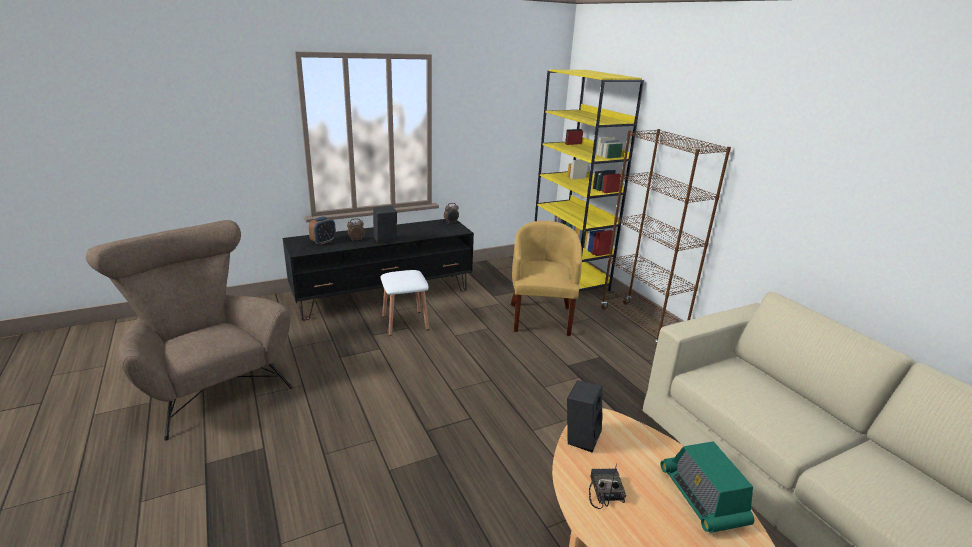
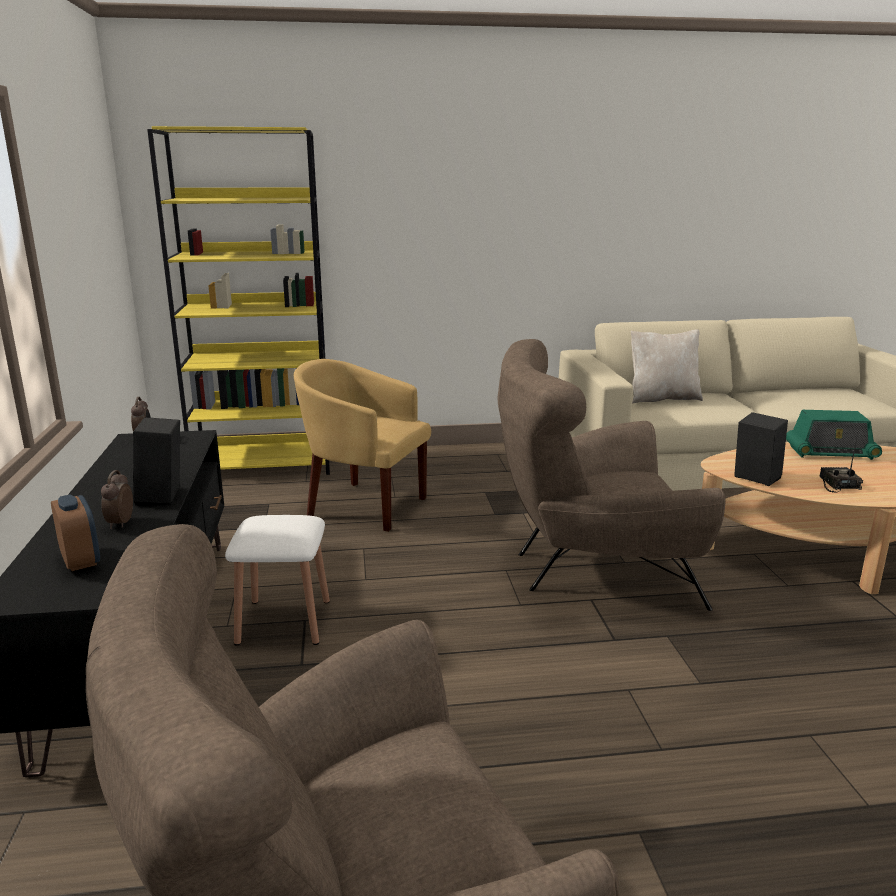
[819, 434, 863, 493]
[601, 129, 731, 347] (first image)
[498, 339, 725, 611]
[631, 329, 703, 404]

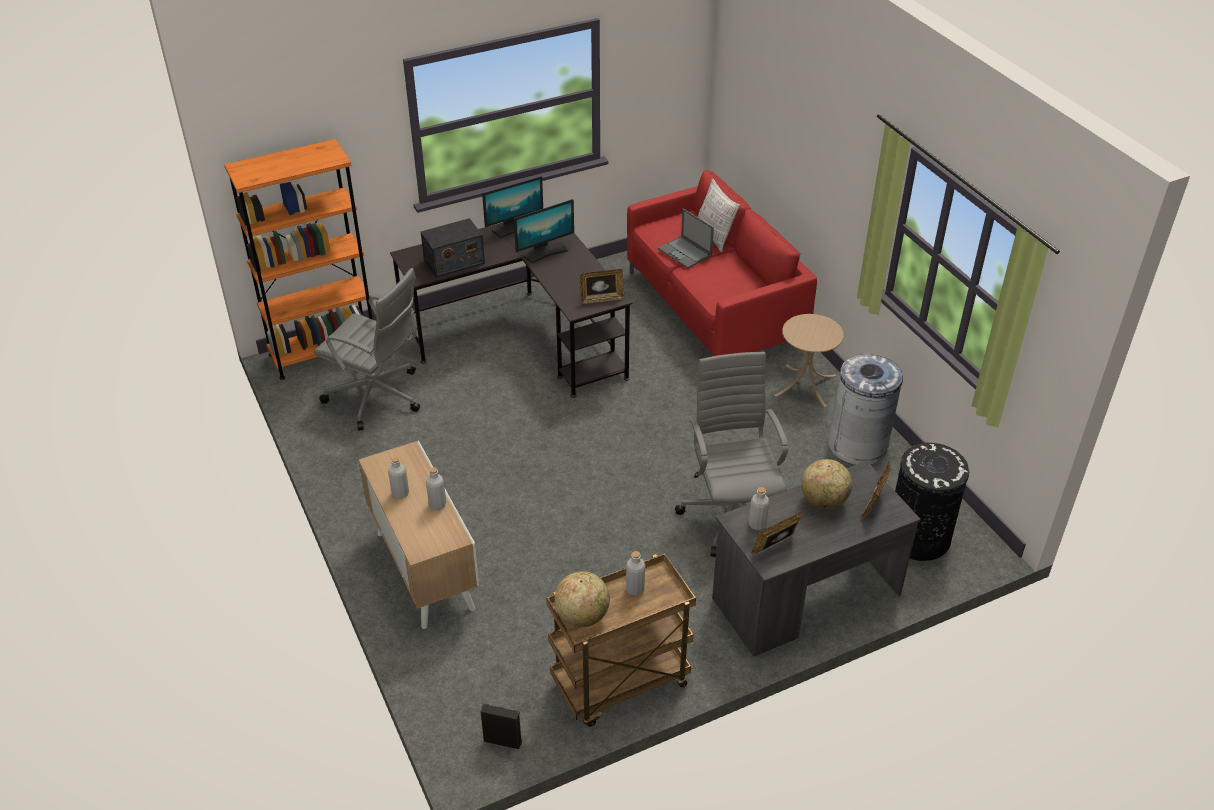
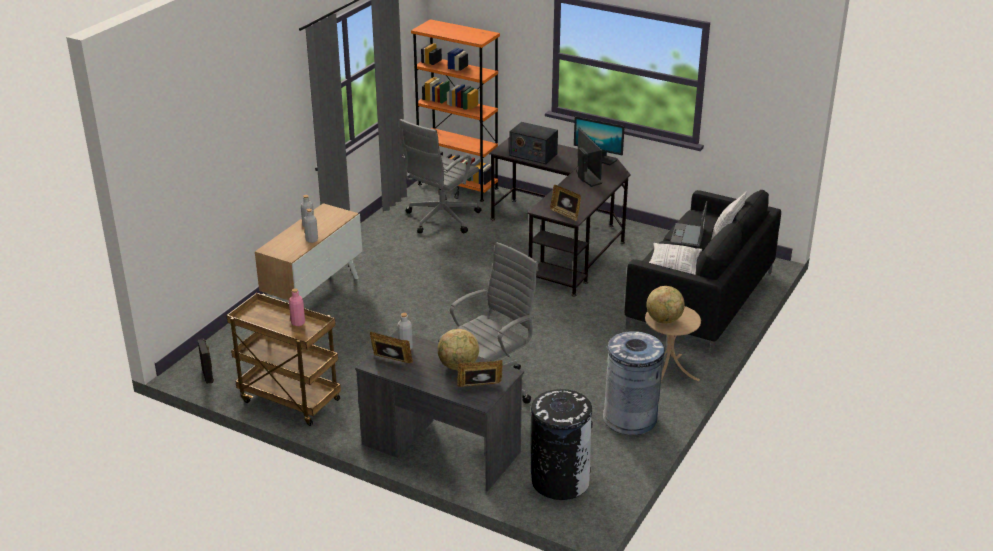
[399, 119, 482, 233]
[576, 128, 603, 187]
[647, 286, 685, 324]
[289, 288, 305, 326]
[625, 190, 781, 354]
[649, 243, 702, 275]

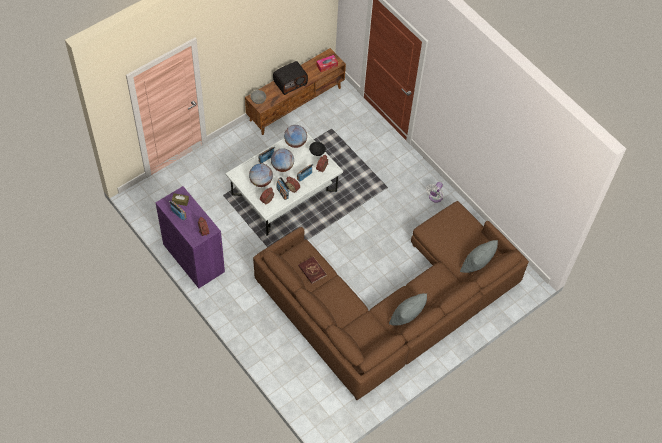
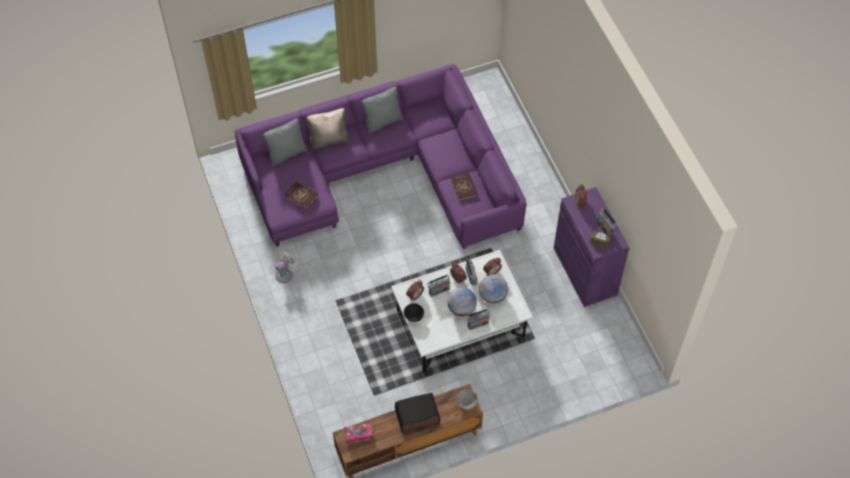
[235, 64, 527, 249]
[284, 125, 307, 148] (first image)
[284, 181, 318, 210]
[306, 108, 350, 150]

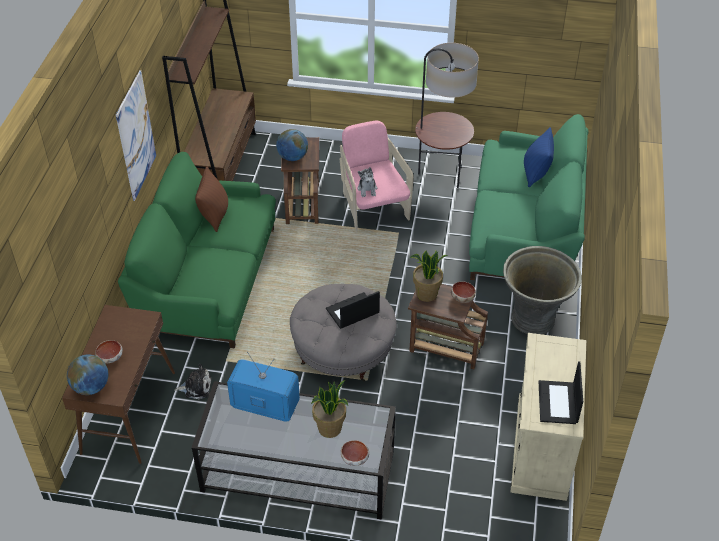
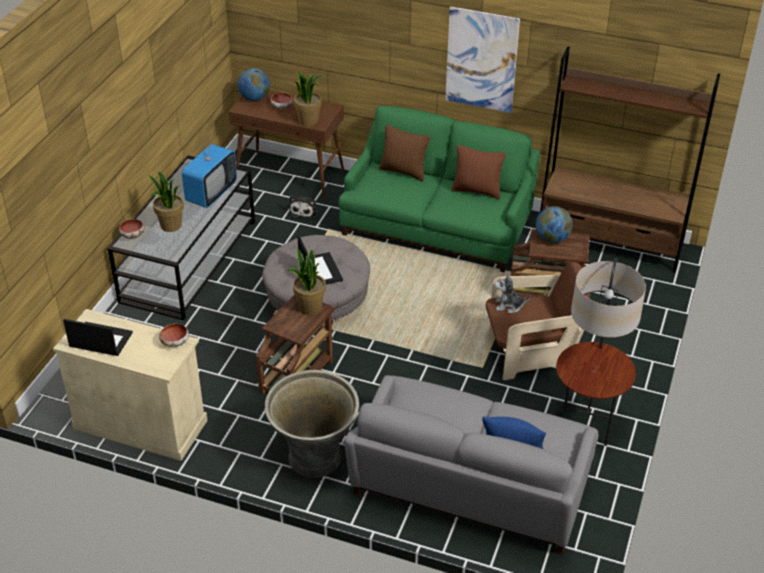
[486, 262, 590, 380]
[159, 324, 189, 347]
[344, 375, 598, 555]
[294, 71, 324, 127]
[379, 125, 430, 181]

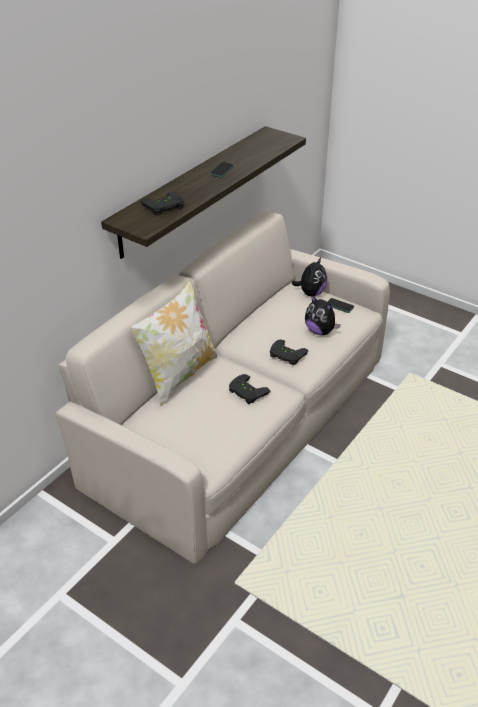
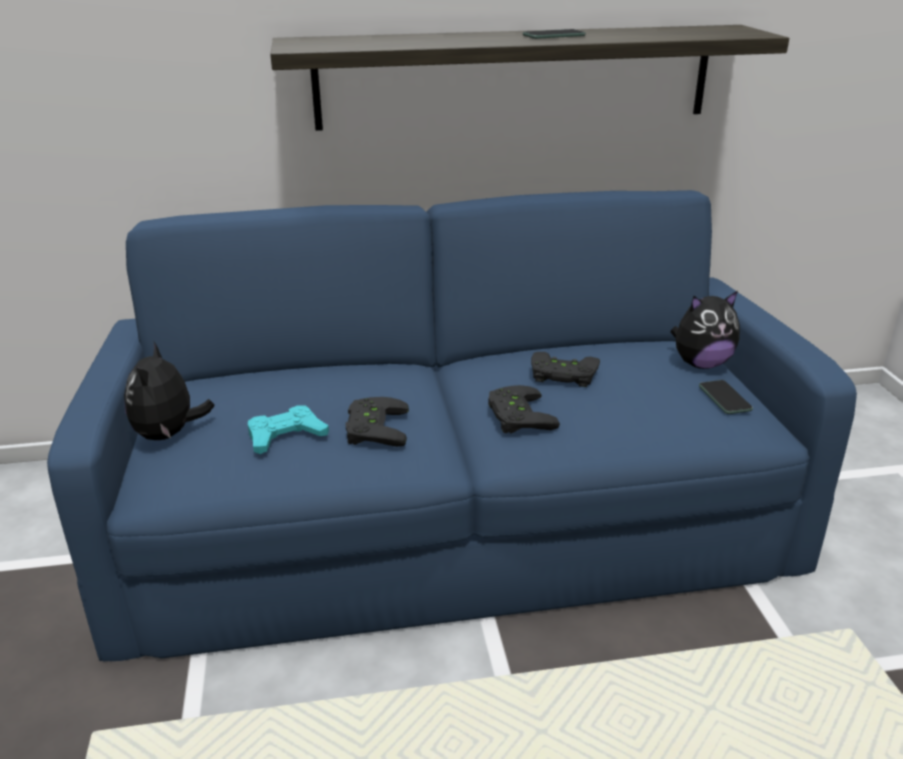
[47, 190, 857, 661]
[129, 279, 218, 406] (first image)
[531, 352, 600, 387]
[124, 342, 215, 440]
[248, 405, 329, 454]

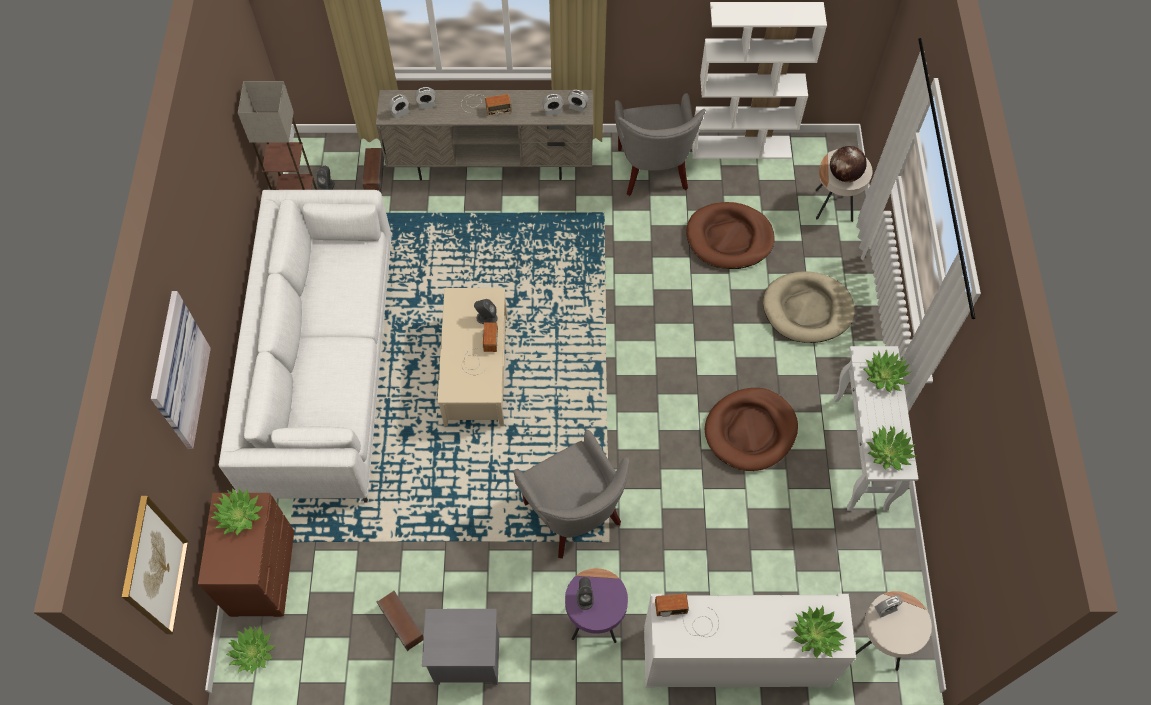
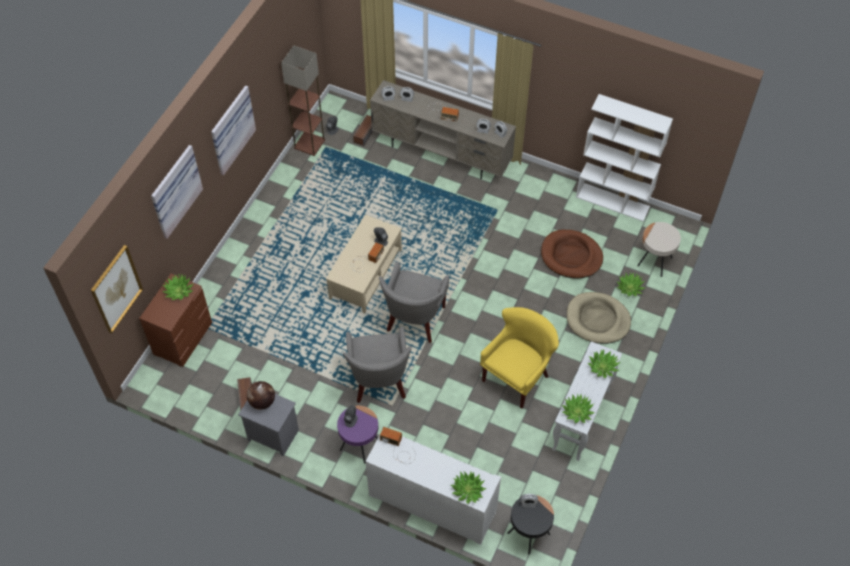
[219, 190, 392, 503] (first image)
[616, 272, 645, 296]
[379, 262, 449, 343]
[480, 307, 559, 409]
[247, 381, 275, 410]
[507, 495, 554, 555]
[211, 85, 256, 176]

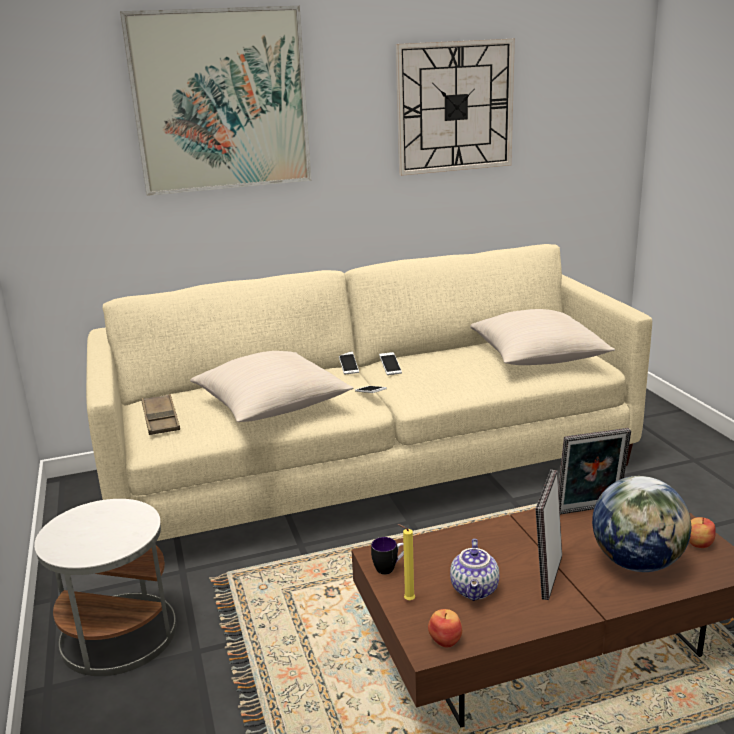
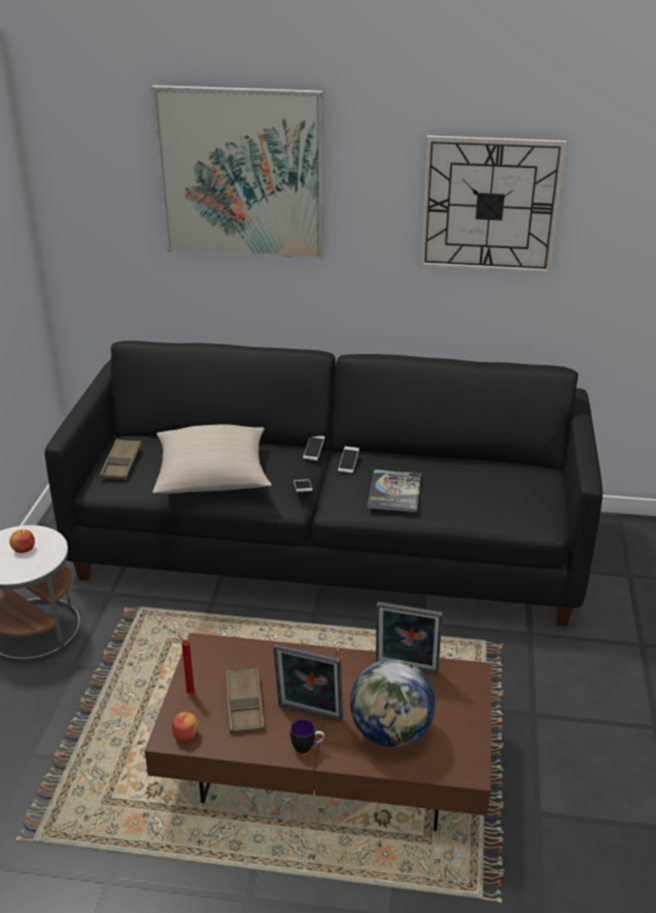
[45, 341, 603, 626]
[290, 719, 325, 754]
[178, 635, 195, 694]
[226, 667, 264, 734]
[470, 309, 615, 365] (first image)
[273, 643, 343, 722]
[9, 529, 35, 553]
[367, 469, 421, 512]

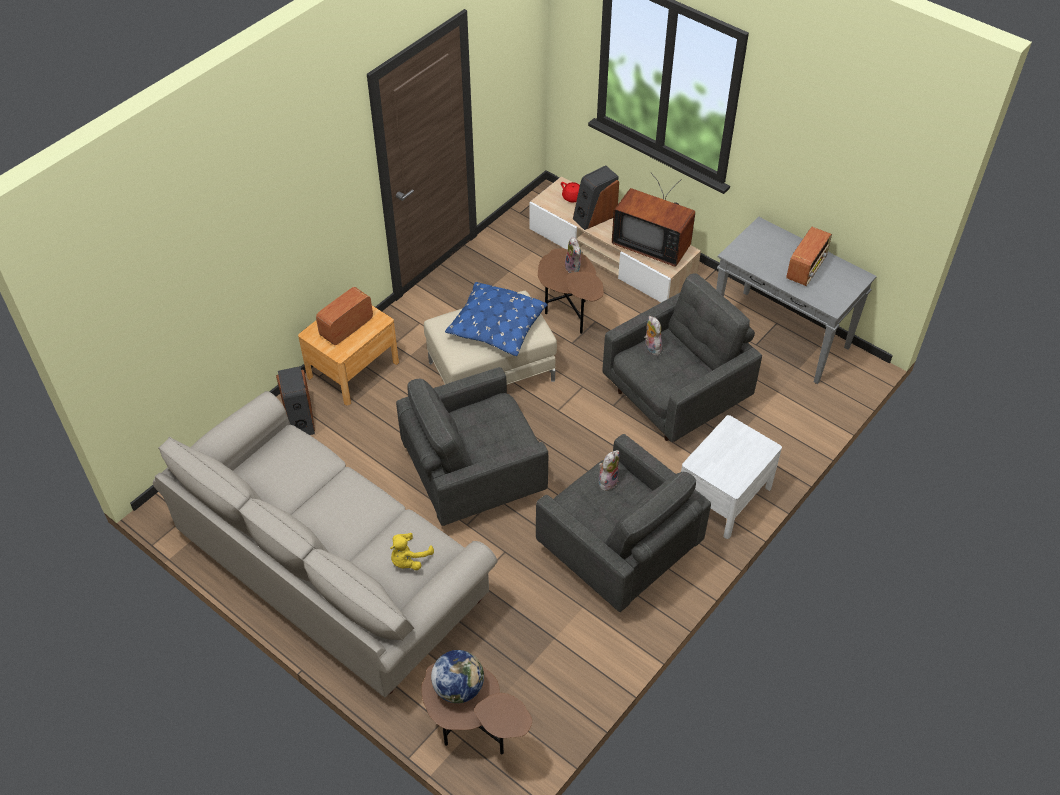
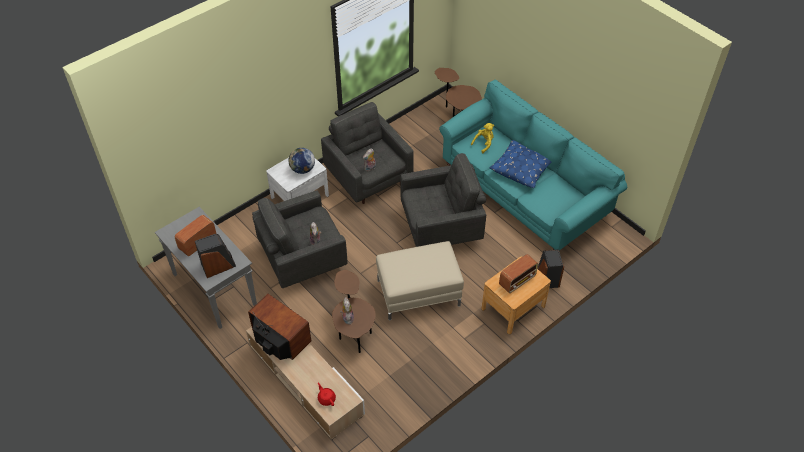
[439, 80, 627, 251]
[288, 148, 315, 174]
[490, 140, 552, 188]
[195, 234, 236, 278]

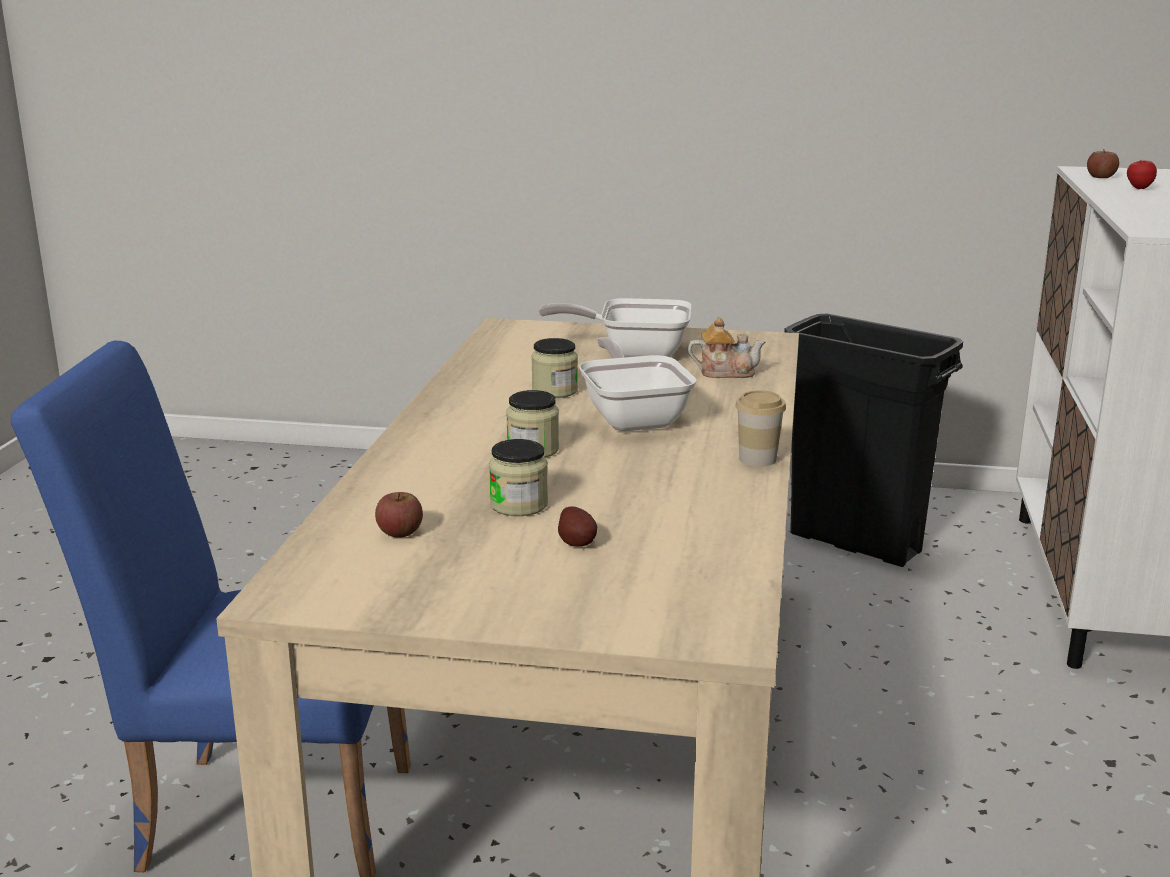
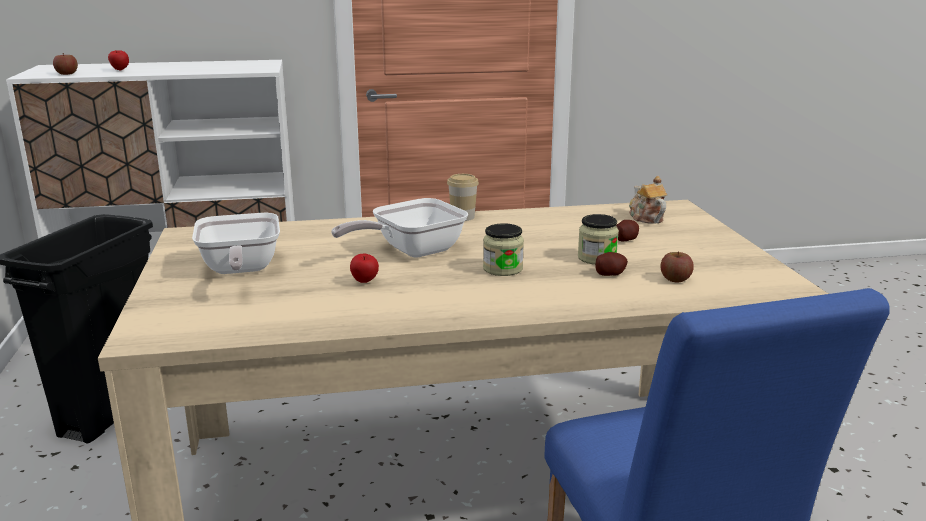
[350, 254, 379, 283]
[629, 176, 667, 224]
[596, 252, 628, 276]

